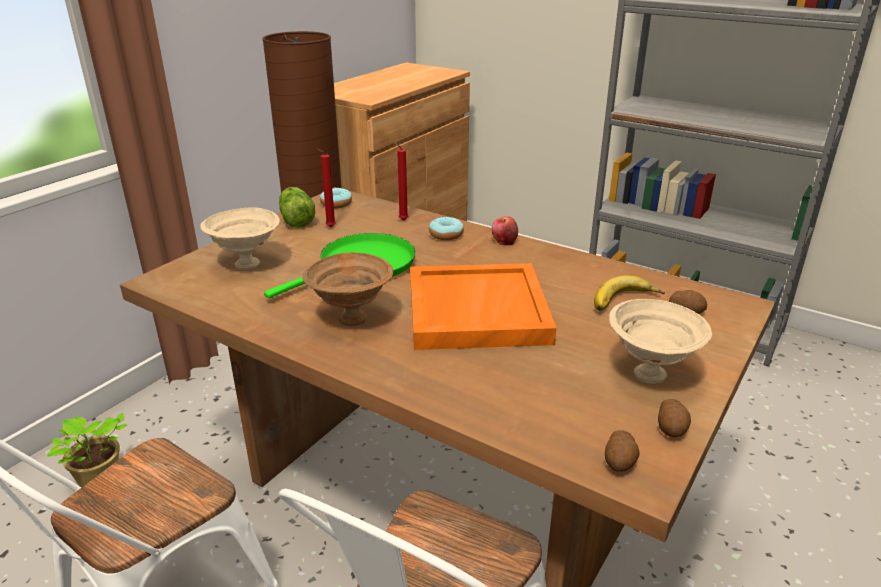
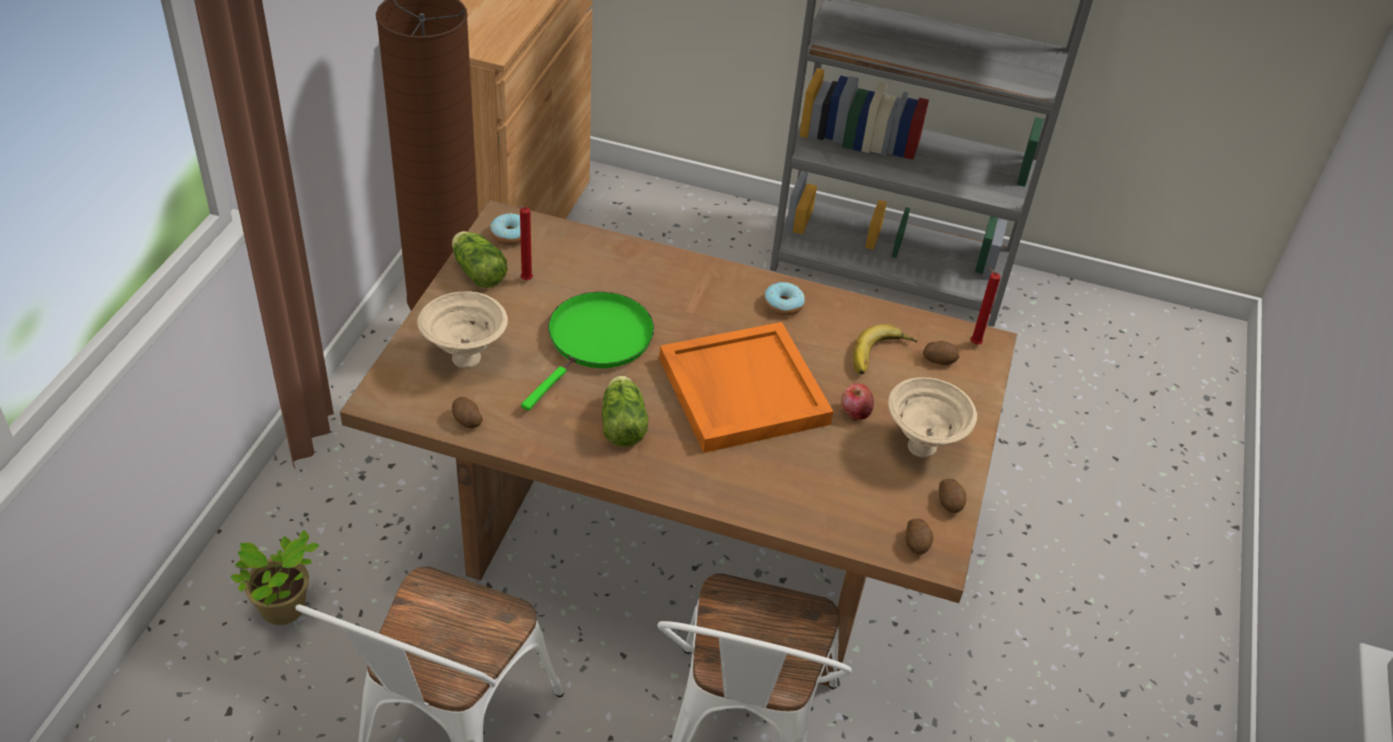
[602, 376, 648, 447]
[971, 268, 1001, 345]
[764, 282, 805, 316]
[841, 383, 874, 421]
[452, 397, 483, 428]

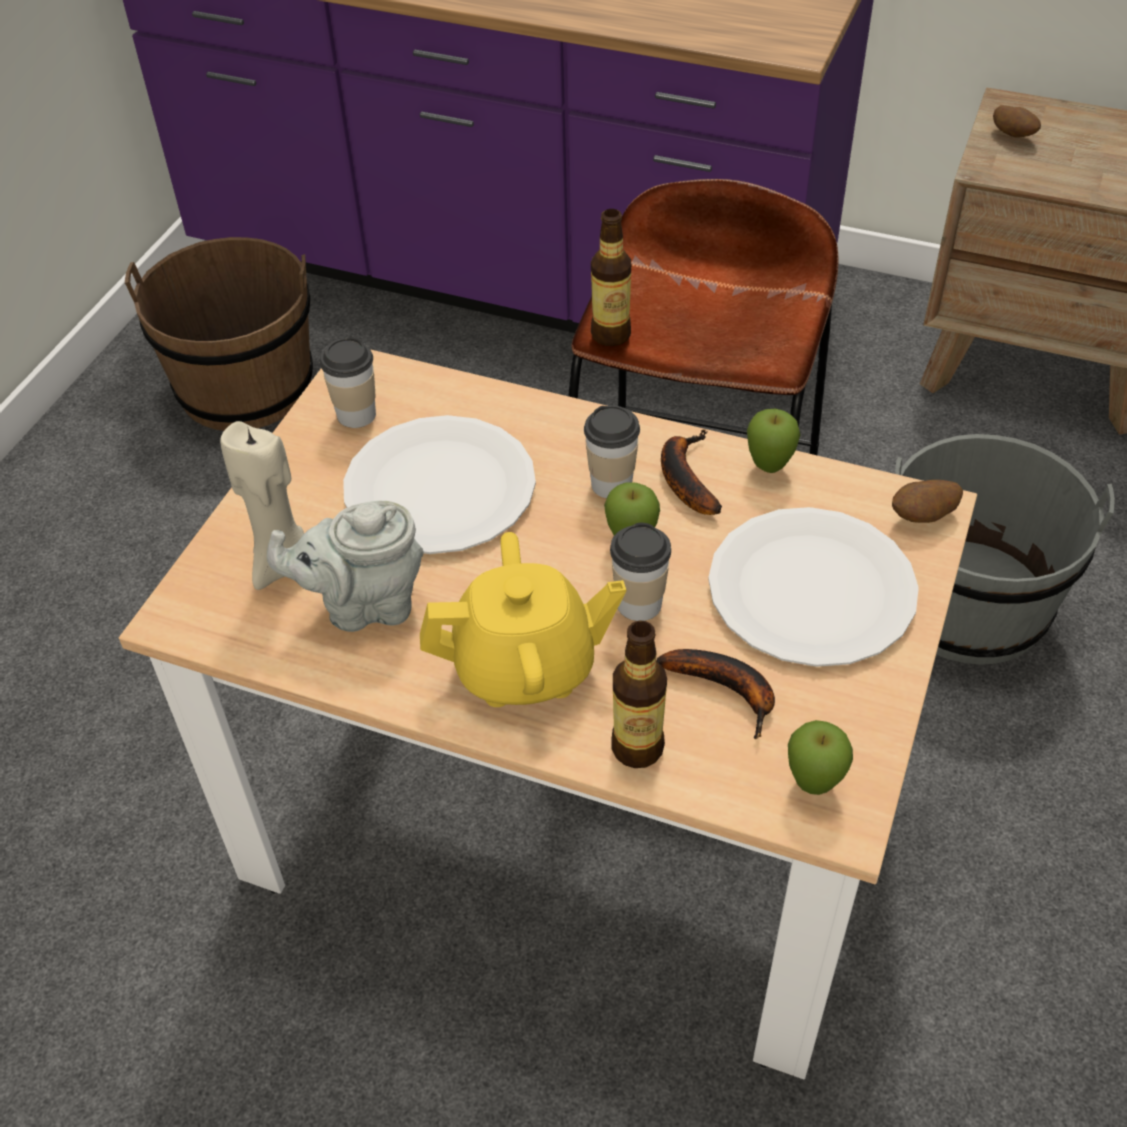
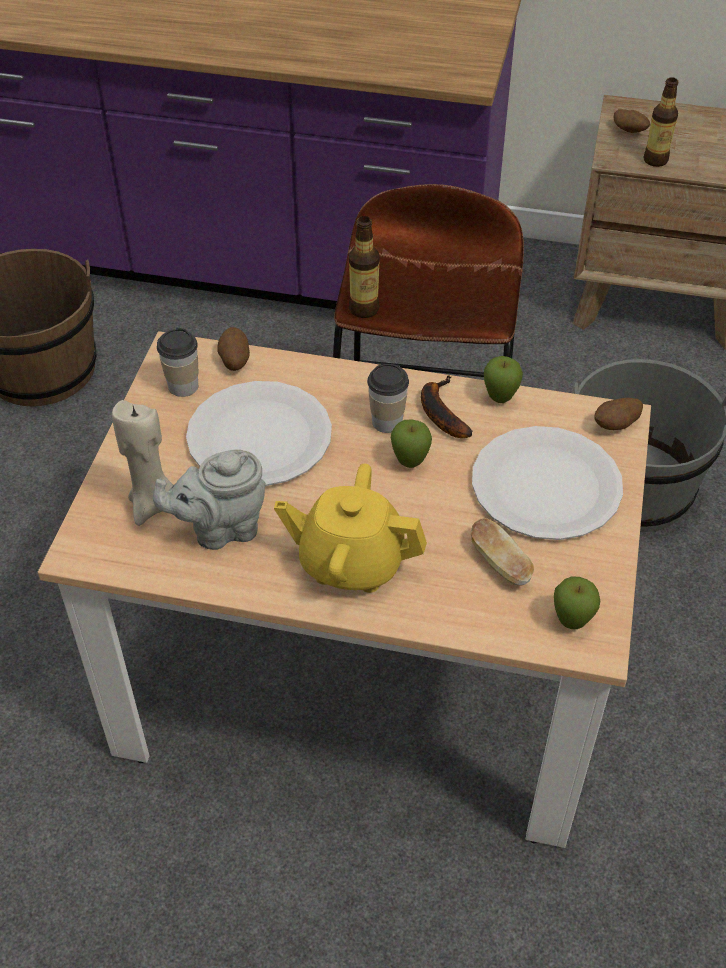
[274, 464, 427, 593]
[610, 523, 671, 621] (first image)
[643, 77, 678, 167]
[470, 518, 534, 586]
[217, 327, 250, 371]

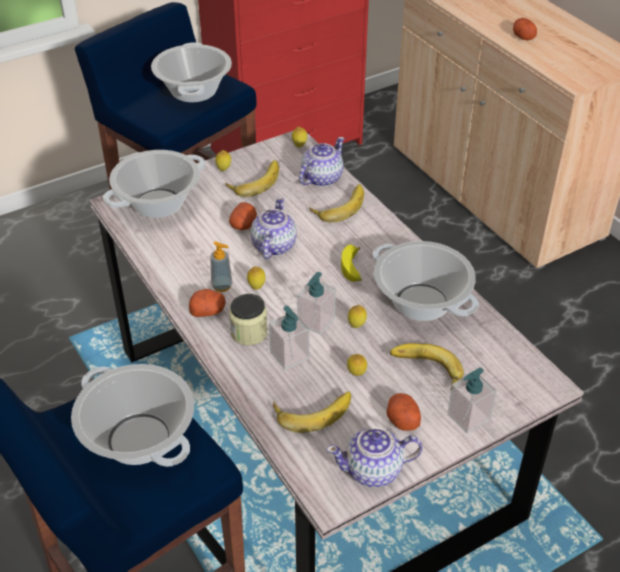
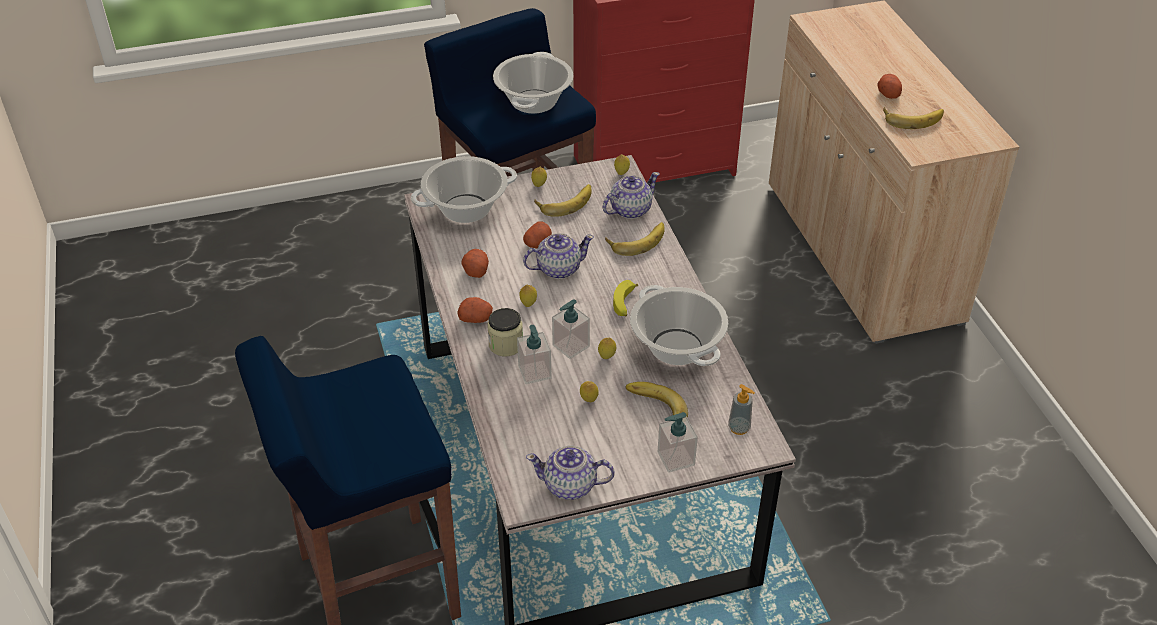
[71, 364, 194, 467] (first image)
[728, 384, 755, 435]
[523, 233, 594, 279]
[883, 107, 944, 129]
[461, 249, 489, 278]

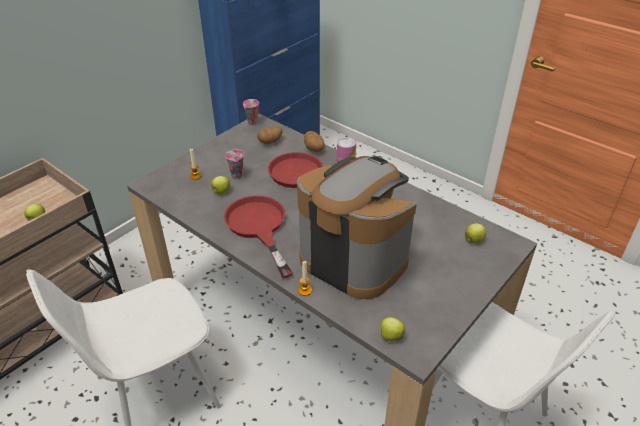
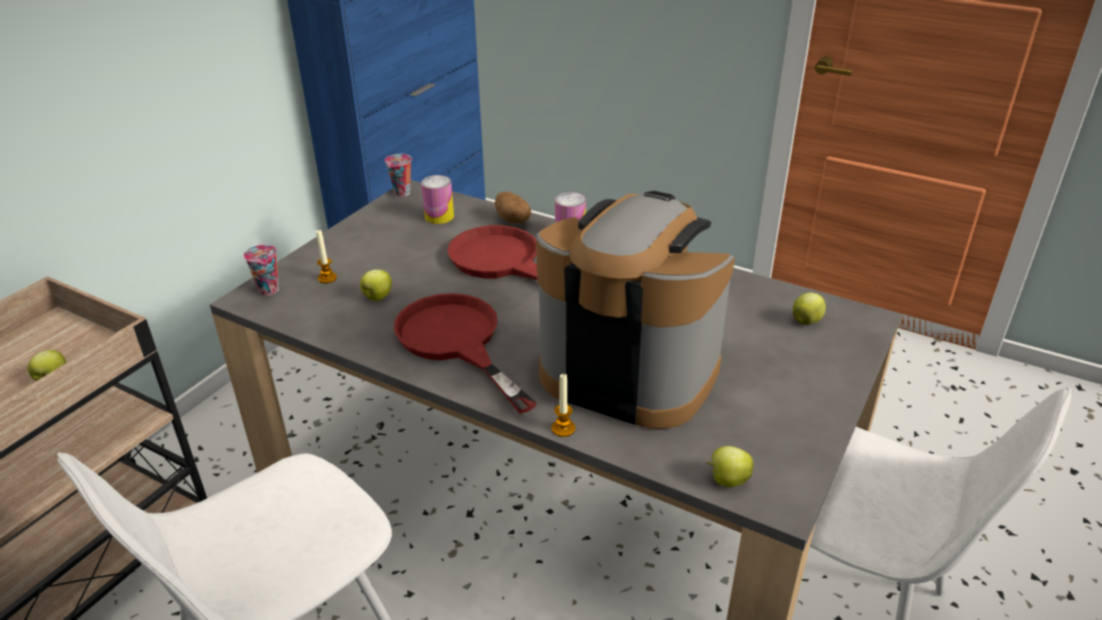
[244, 245, 279, 296]
[421, 175, 454, 224]

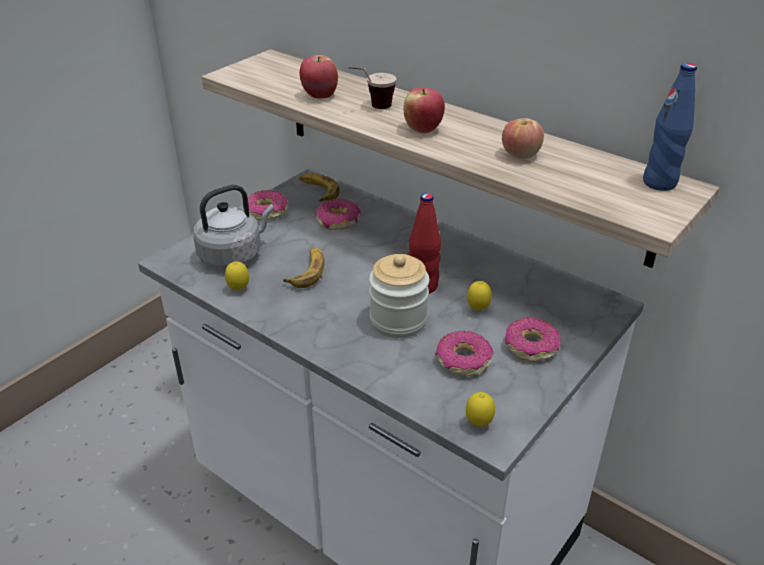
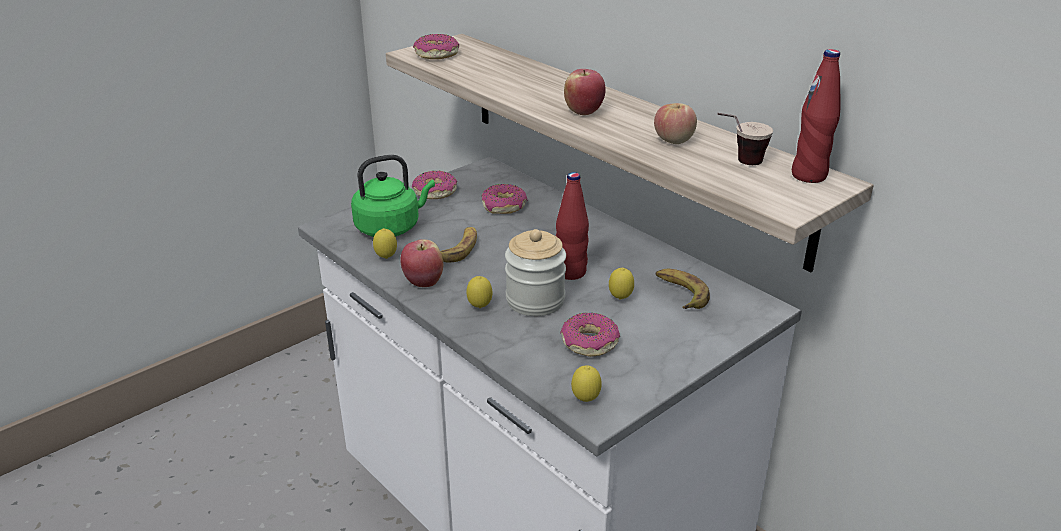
[351, 155, 435, 237]
[656, 269, 710, 309]
[400, 240, 443, 287]
[717, 113, 773, 165]
[413, 34, 459, 59]
[792, 49, 840, 183]
[467, 276, 493, 308]

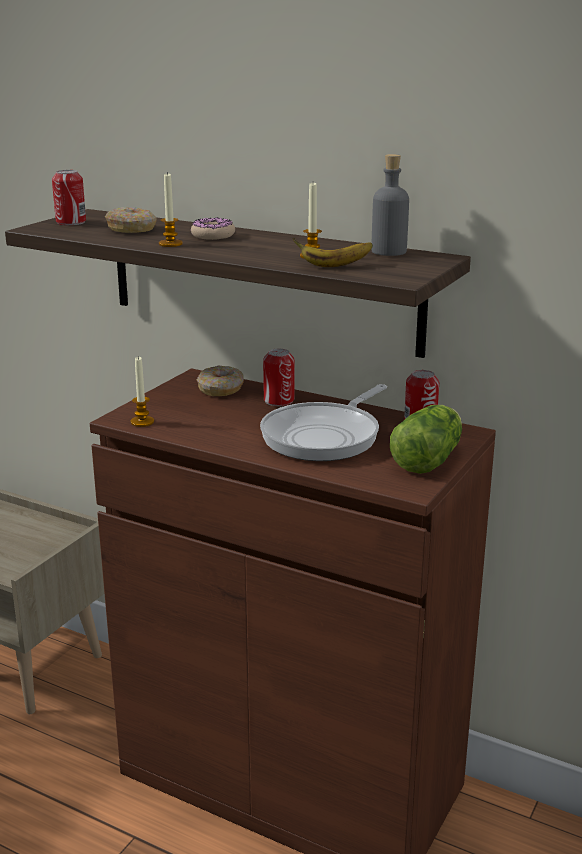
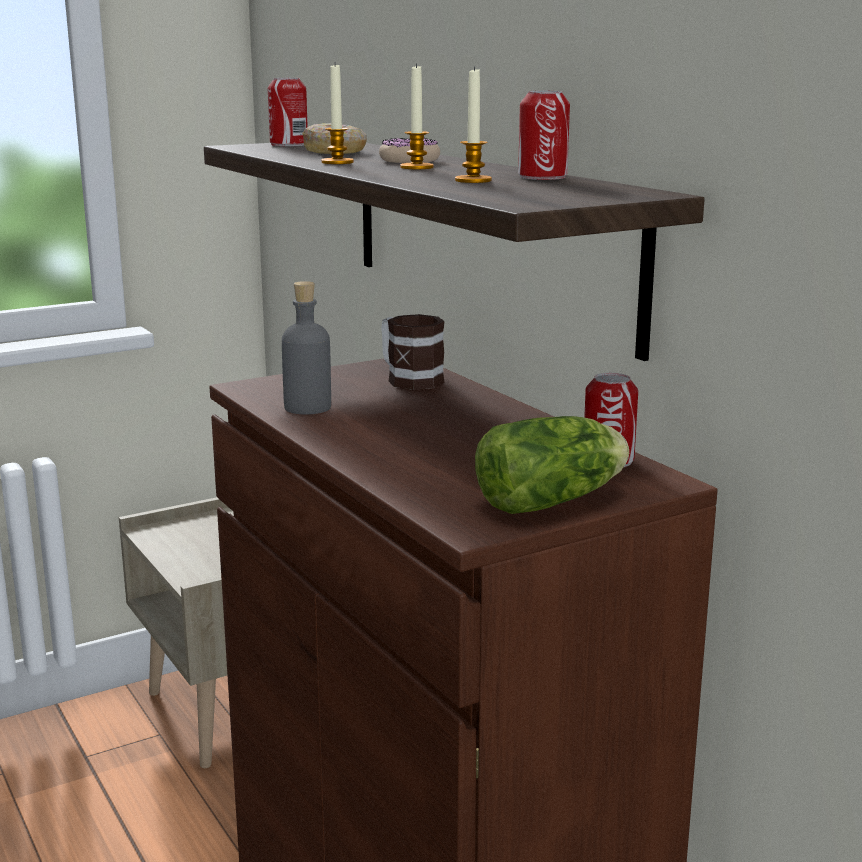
[400, 63, 434, 169]
[381, 314, 445, 390]
[260, 384, 387, 461] (first image)
[518, 91, 570, 180]
[293, 238, 373, 267] (first image)
[282, 281, 331, 414]

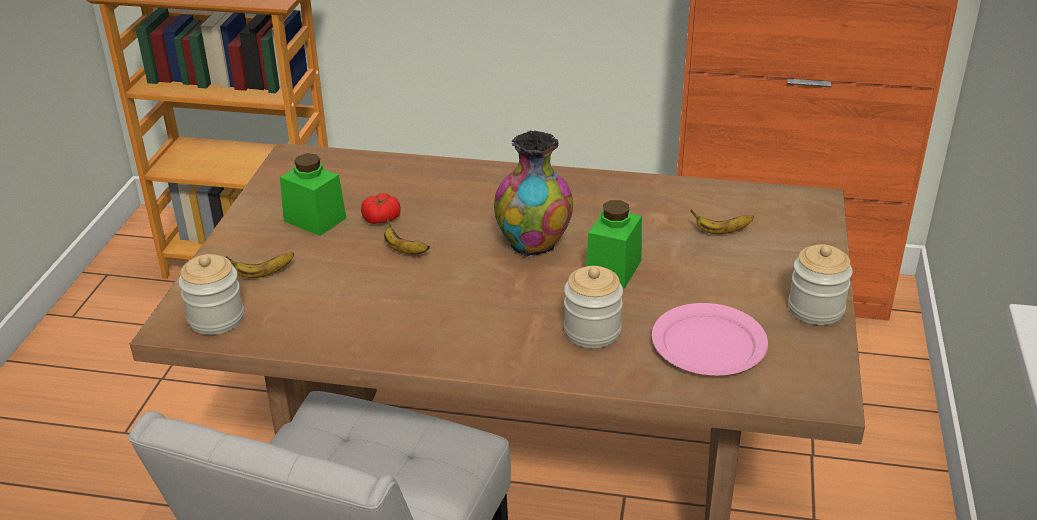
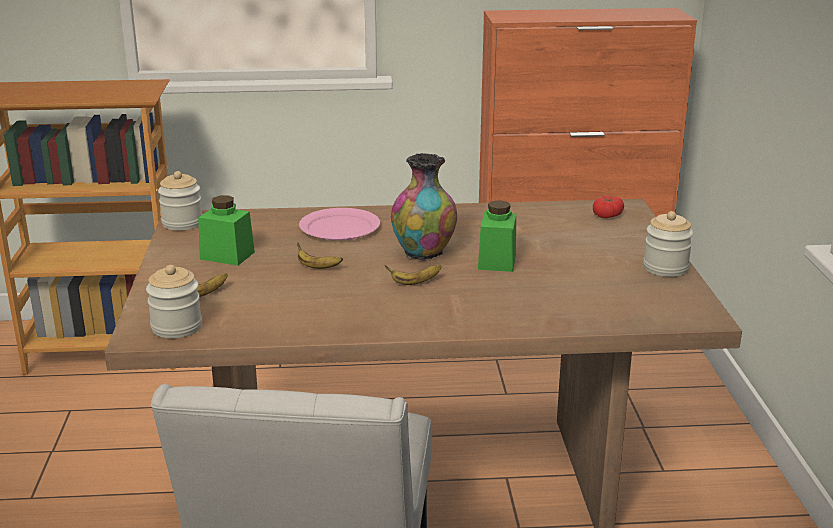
[593, 195, 624, 218]
[158, 171, 203, 231]
[299, 208, 380, 241]
[385, 265, 441, 285]

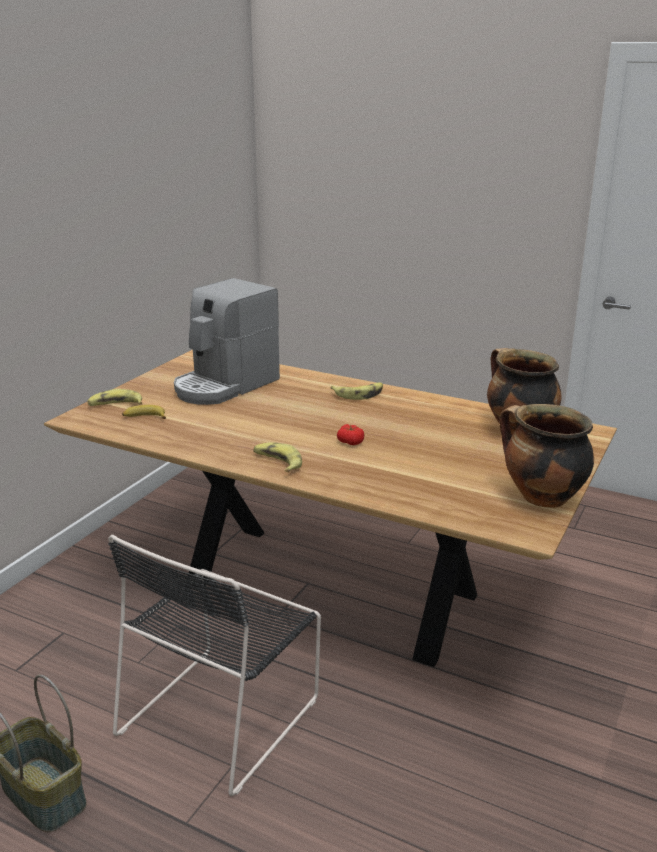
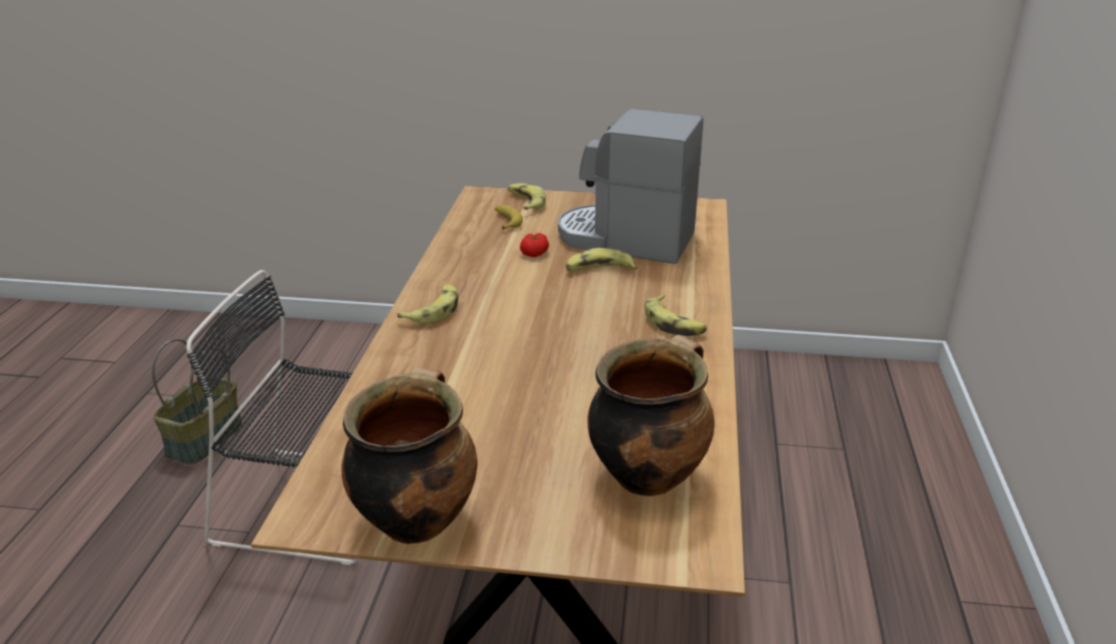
[520, 233, 549, 257]
[566, 248, 637, 271]

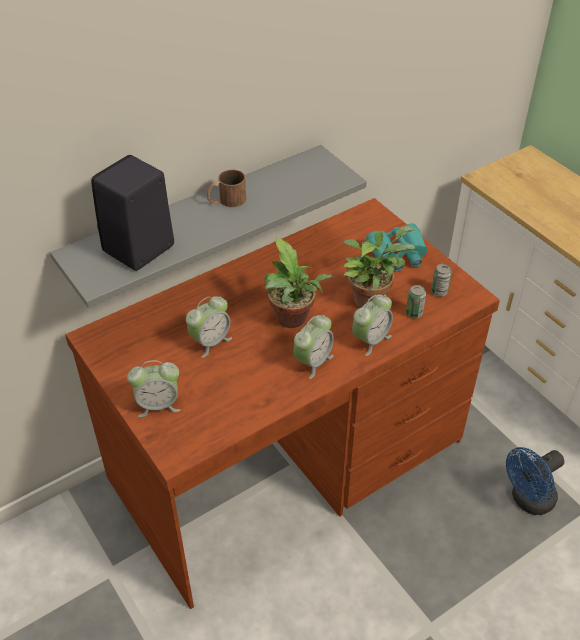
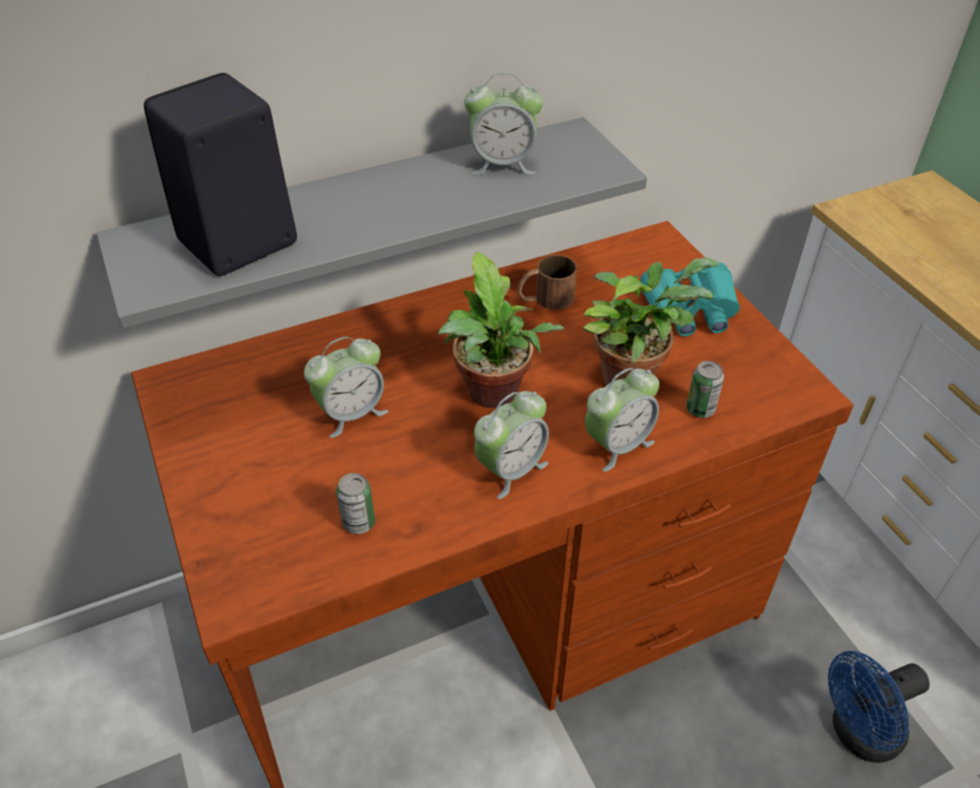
[464, 73, 543, 175]
[518, 255, 577, 310]
[336, 473, 375, 534]

